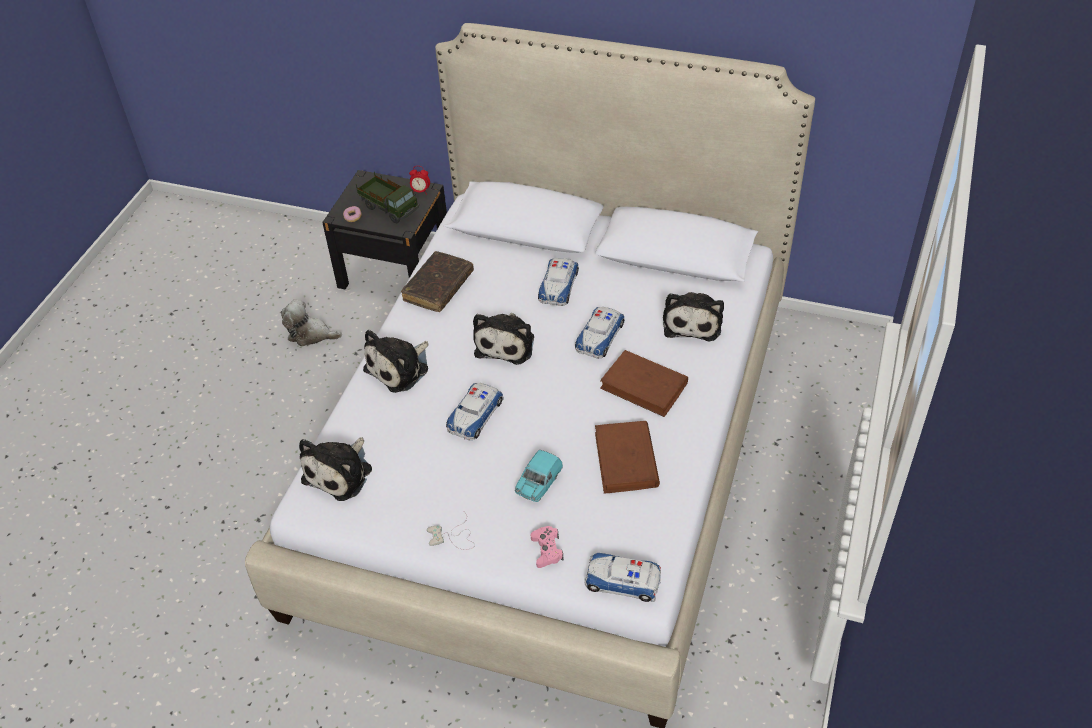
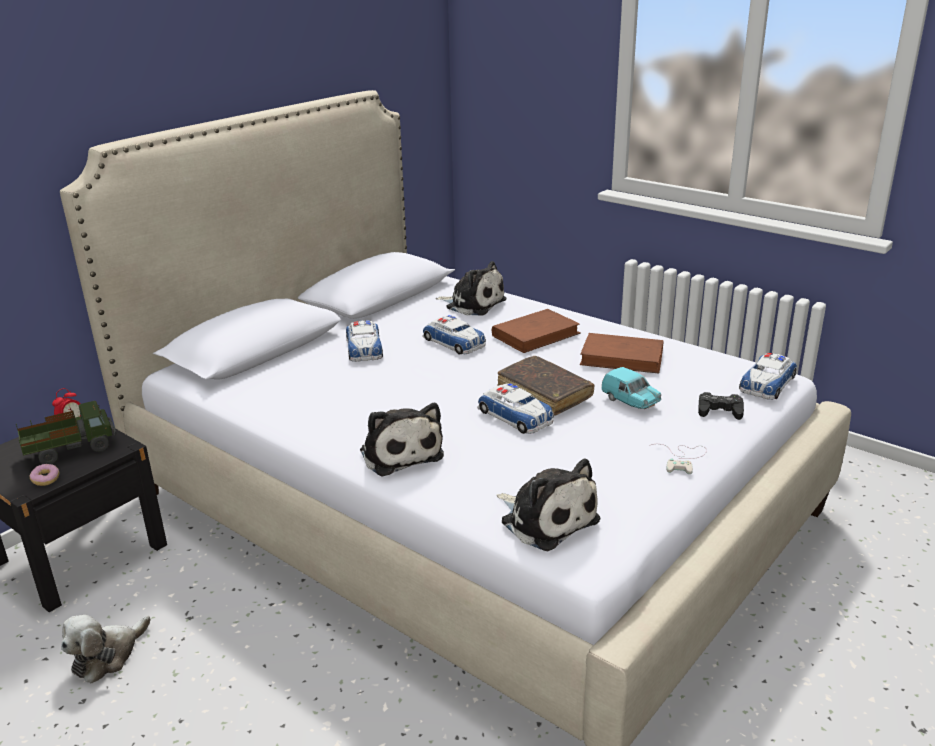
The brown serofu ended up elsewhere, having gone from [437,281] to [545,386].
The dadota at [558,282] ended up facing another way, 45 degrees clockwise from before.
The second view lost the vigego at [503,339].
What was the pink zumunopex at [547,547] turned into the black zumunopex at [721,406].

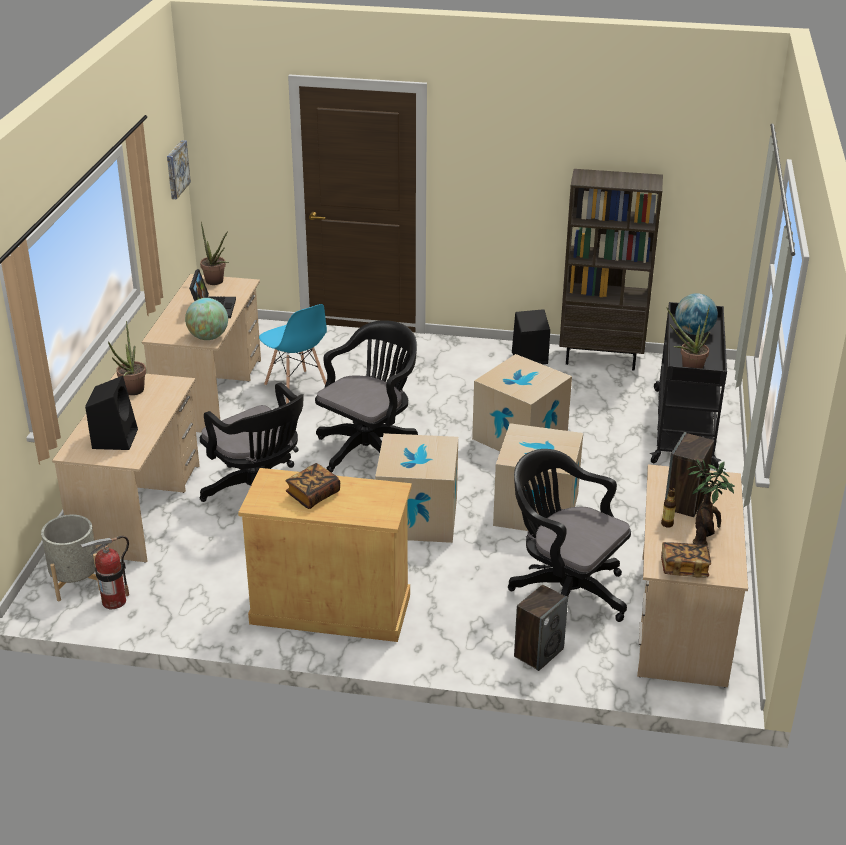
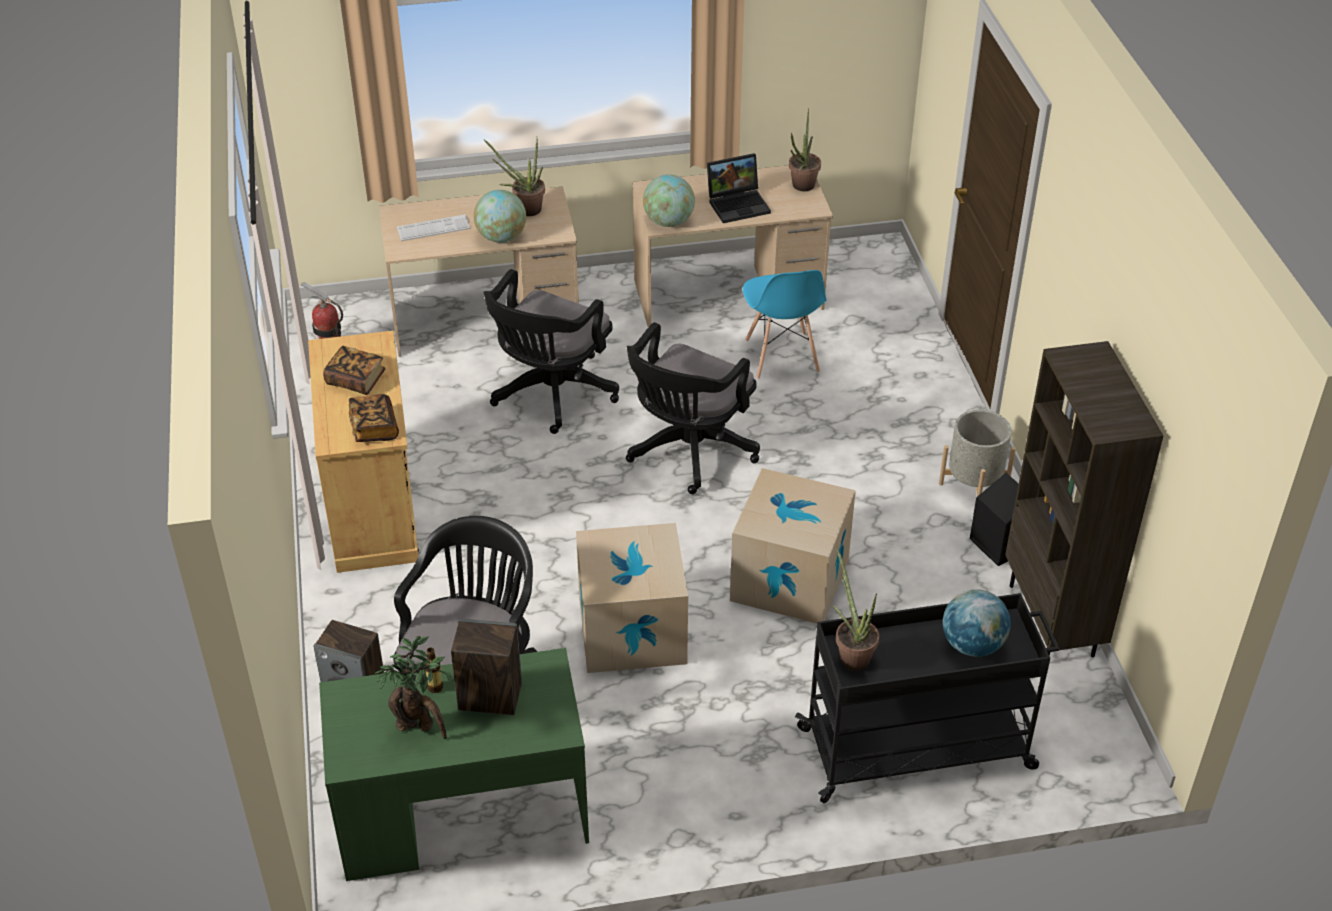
The second view lost the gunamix at [179,169].
The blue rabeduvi at [293,354] ended up facing another way, 45 degrees counterclockwise from before.
The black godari at [366,396] ended up facing another way, 105 degrees clockwise from before.
Where the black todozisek stood at [111,413], the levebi came to stand at [433,227].
The second view lost the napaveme at [416,488].
What was the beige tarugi at [692,575] turned into the green tarugi at [454,764].
The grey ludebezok ended up elsewhere, having gone from [70,558] to [977,453].
The serofu ended up elsewhere, having gone from [686,560] to [374,418].
The second view gained the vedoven at [500,216].

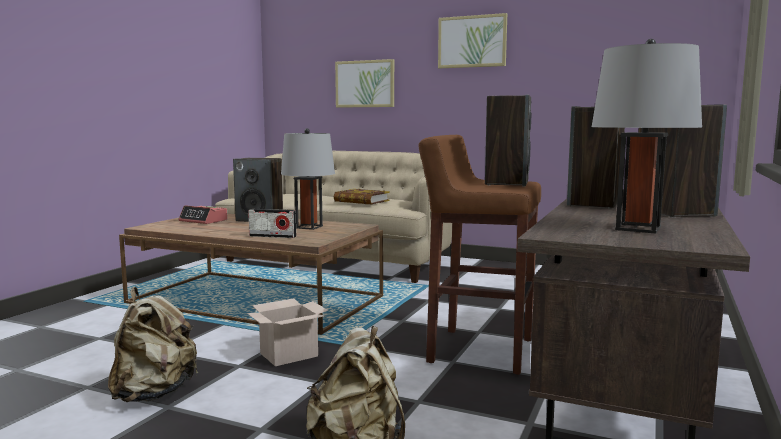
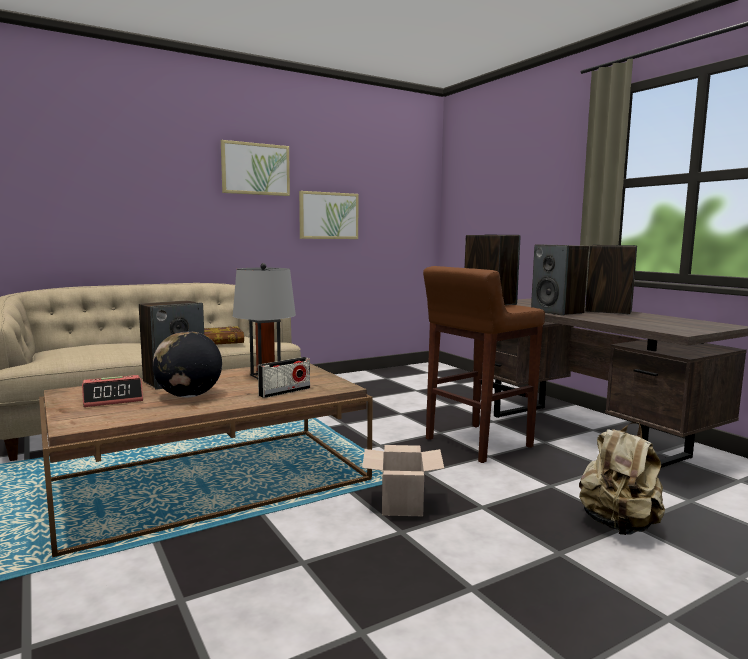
The second view lost the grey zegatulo at [646,136].
The gunamix ended up elsewhere, having gone from [364,83] to [328,215].
The second view lost the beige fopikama at [153,344].
The second view gained the vedoven at [187,364].

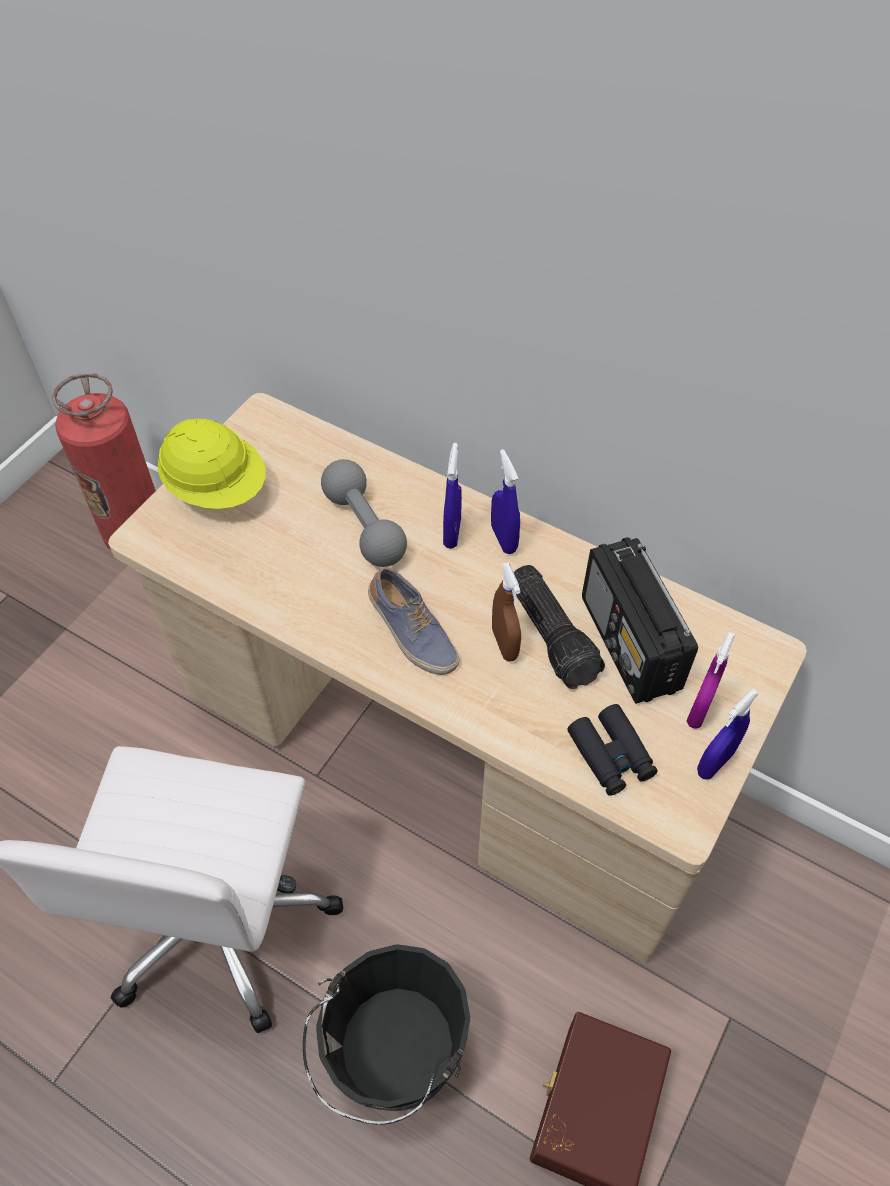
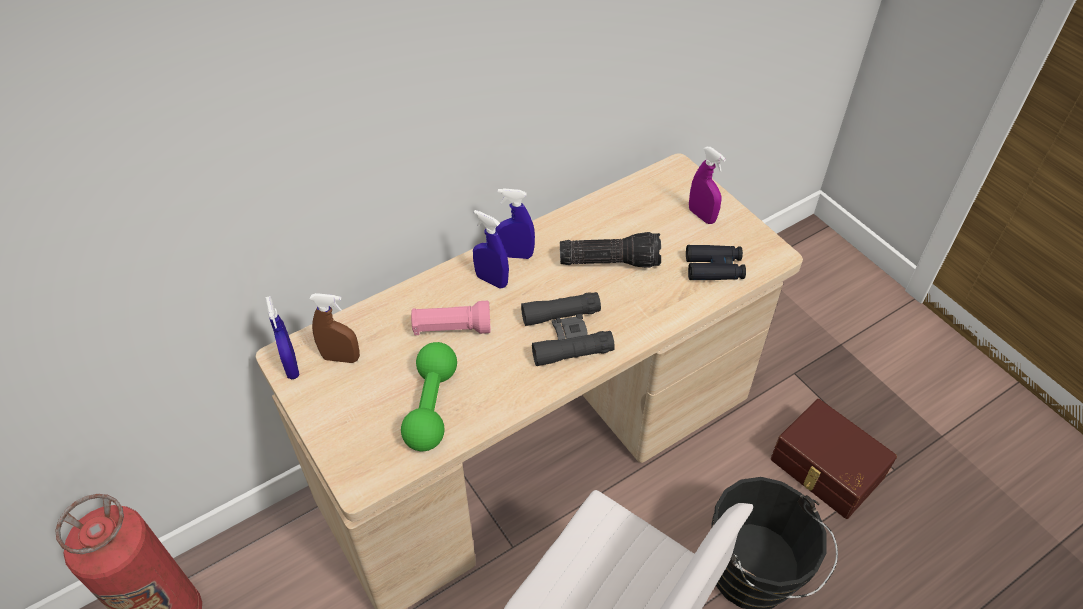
The second view lost the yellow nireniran at [211,464].
Where the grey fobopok stood at [364,513], the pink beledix came to stand at [451,318].
The second view lost the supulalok at [640,620].
The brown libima ended up elsewhere, having gone from [506,612] to [335,328].
Where the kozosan stood at [414,621], the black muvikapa came to stand at [568,329].
The blue libima ended up elsewhere, having gone from [728,734] to [282,337].
The second view gained the green fobopok at [429,396].

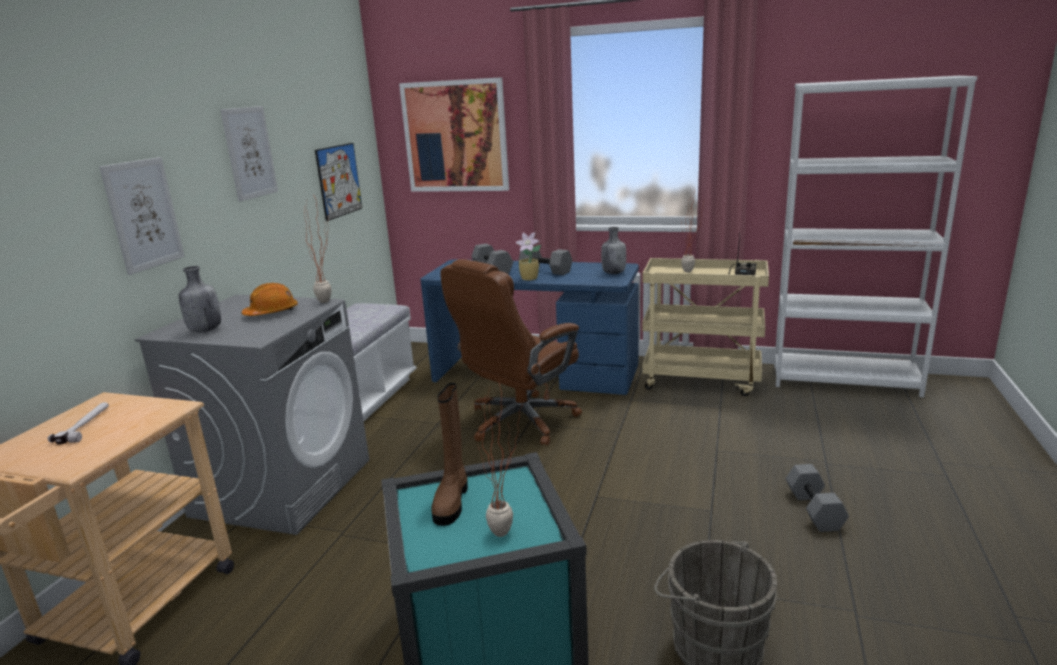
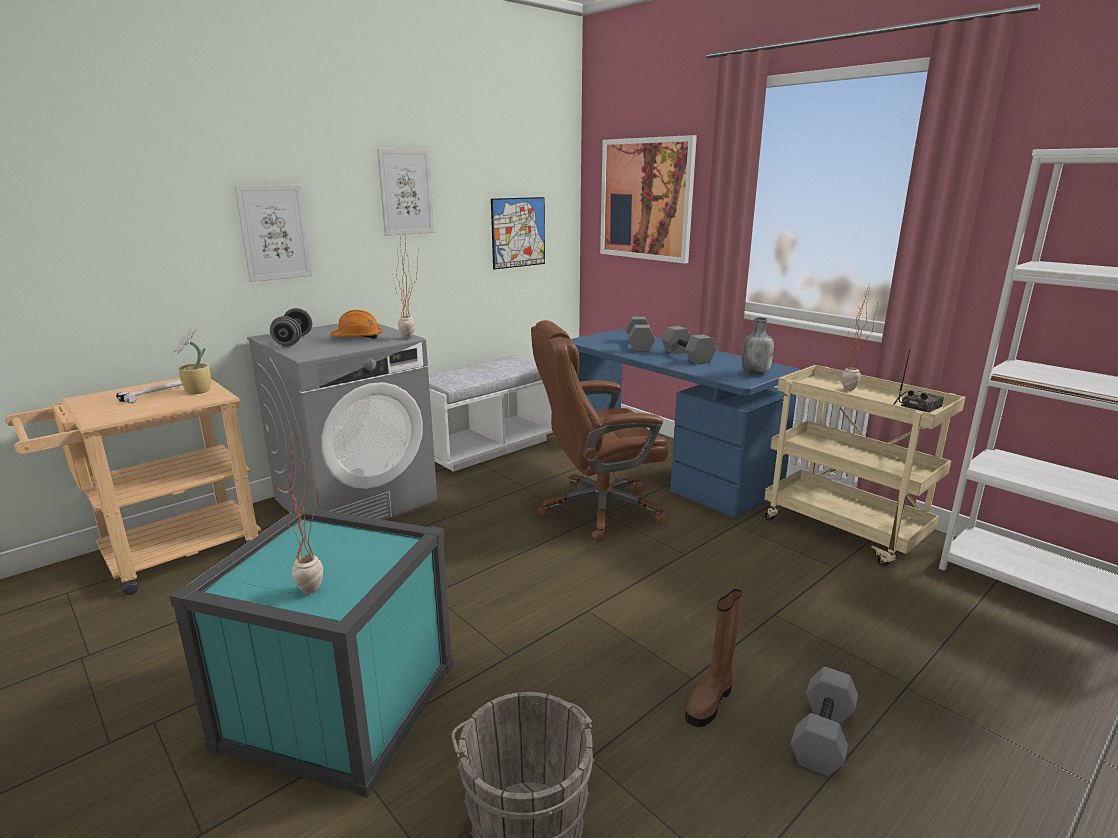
The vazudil ended up elsewhere, having gone from [528,256] to [192,360].
Where the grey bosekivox stood at [200,299], the grey fobopok came to stand at [291,327].
The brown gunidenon ended up elsewhere, having gone from [449,454] to [713,658].

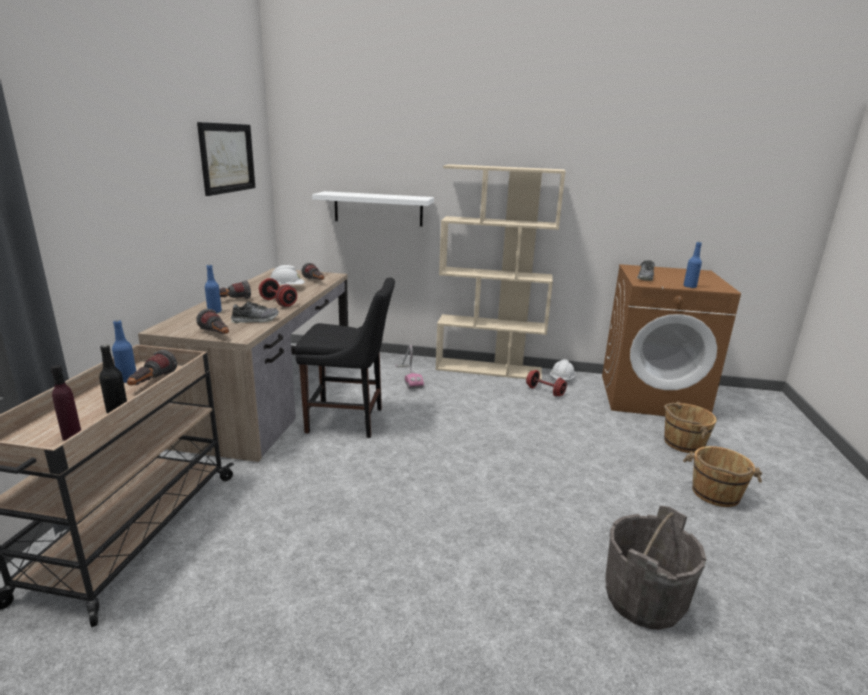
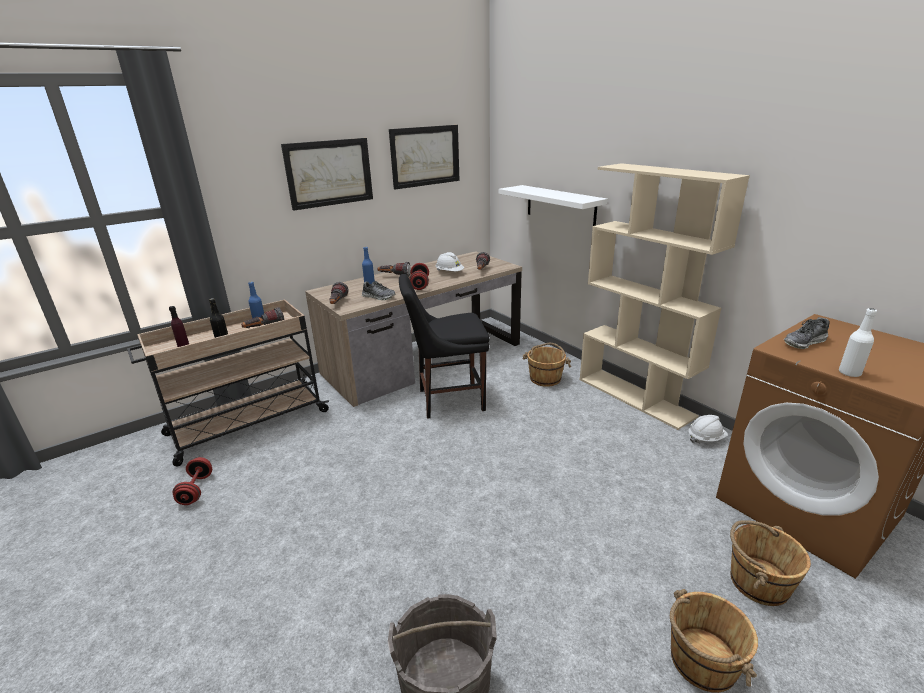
What was the blue bosekivox at [693,265] turned into the white bosekivox at [858,342].
The black rabeduvi at [345,357] ended up facing another way, 120 degrees clockwise from before.
Where the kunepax stood at [410,367], the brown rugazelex came to stand at [547,365].
The red fobopok ended up elsewhere, having gone from [546,383] to [192,481].
The second view gained the gunamix at [327,174].

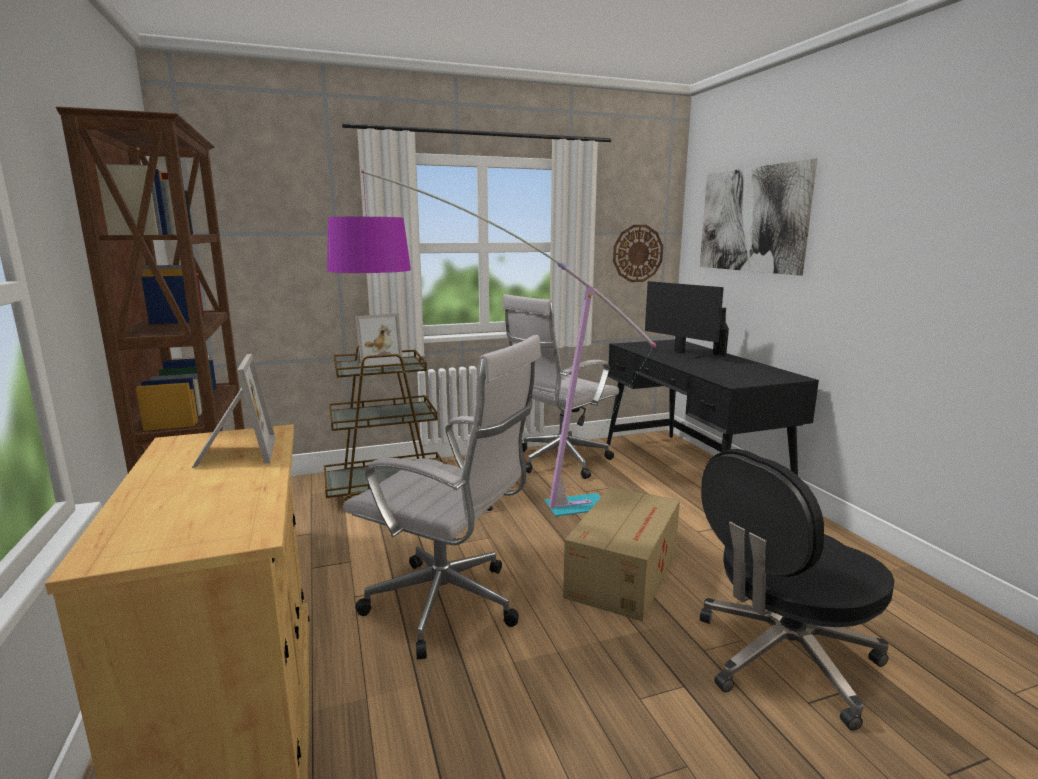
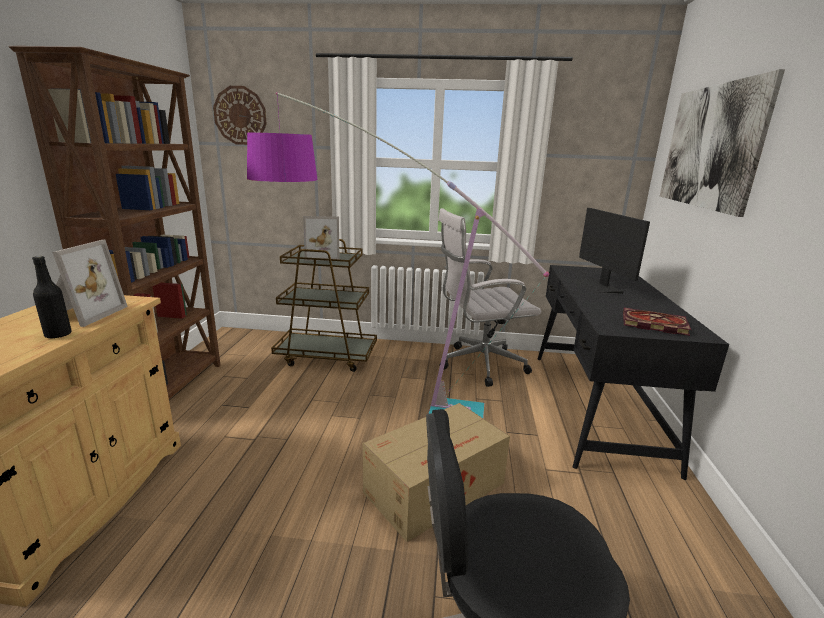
The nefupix ended up elsewhere, having gone from [638,253] to [240,115].
The black bosekivox ended up elsewhere, having gone from [721,331] to [52,297].
The second view lost the white godari at [442,497].
The second view gained the serofu at [657,322].

